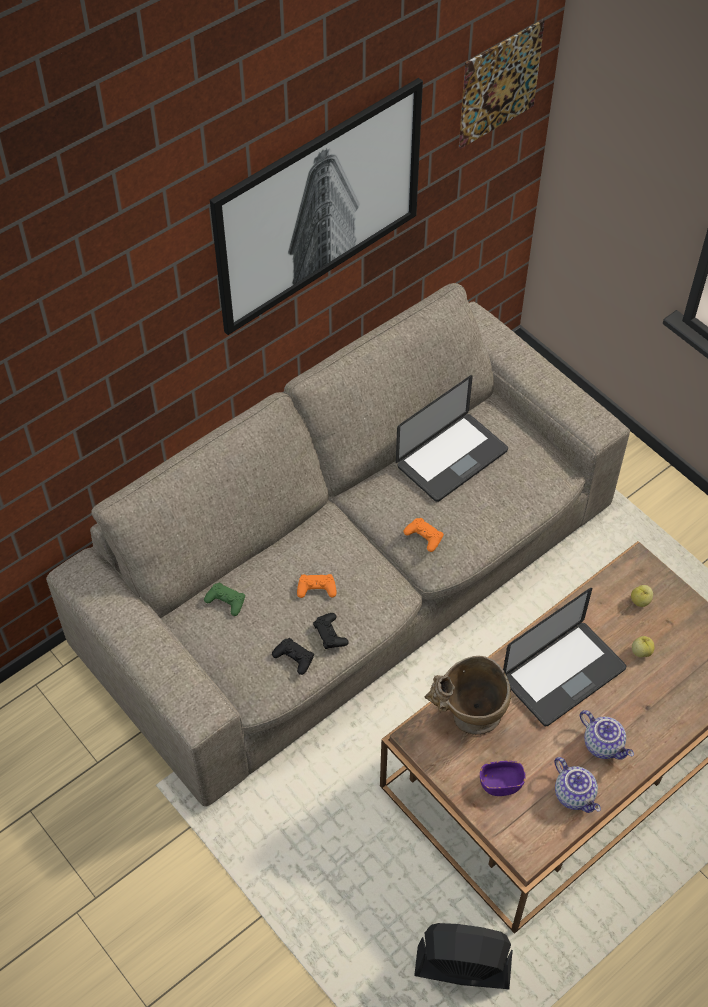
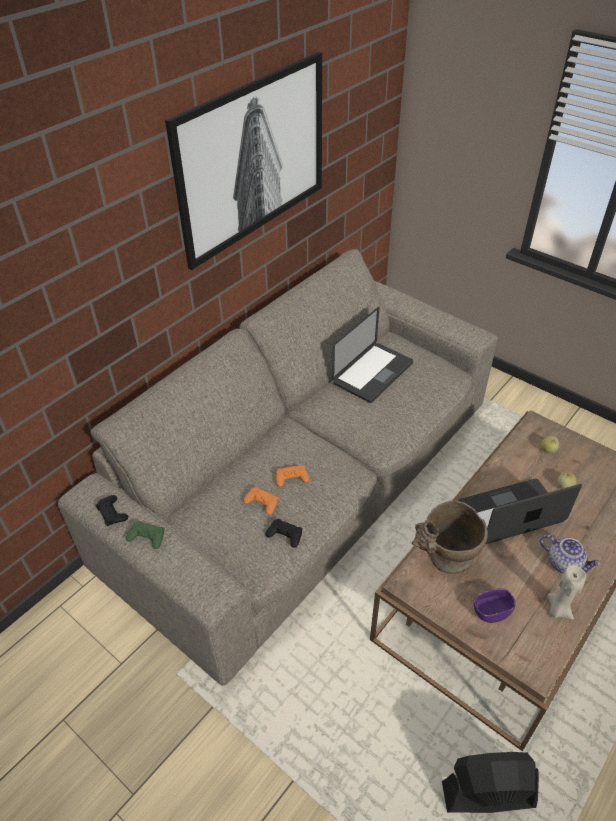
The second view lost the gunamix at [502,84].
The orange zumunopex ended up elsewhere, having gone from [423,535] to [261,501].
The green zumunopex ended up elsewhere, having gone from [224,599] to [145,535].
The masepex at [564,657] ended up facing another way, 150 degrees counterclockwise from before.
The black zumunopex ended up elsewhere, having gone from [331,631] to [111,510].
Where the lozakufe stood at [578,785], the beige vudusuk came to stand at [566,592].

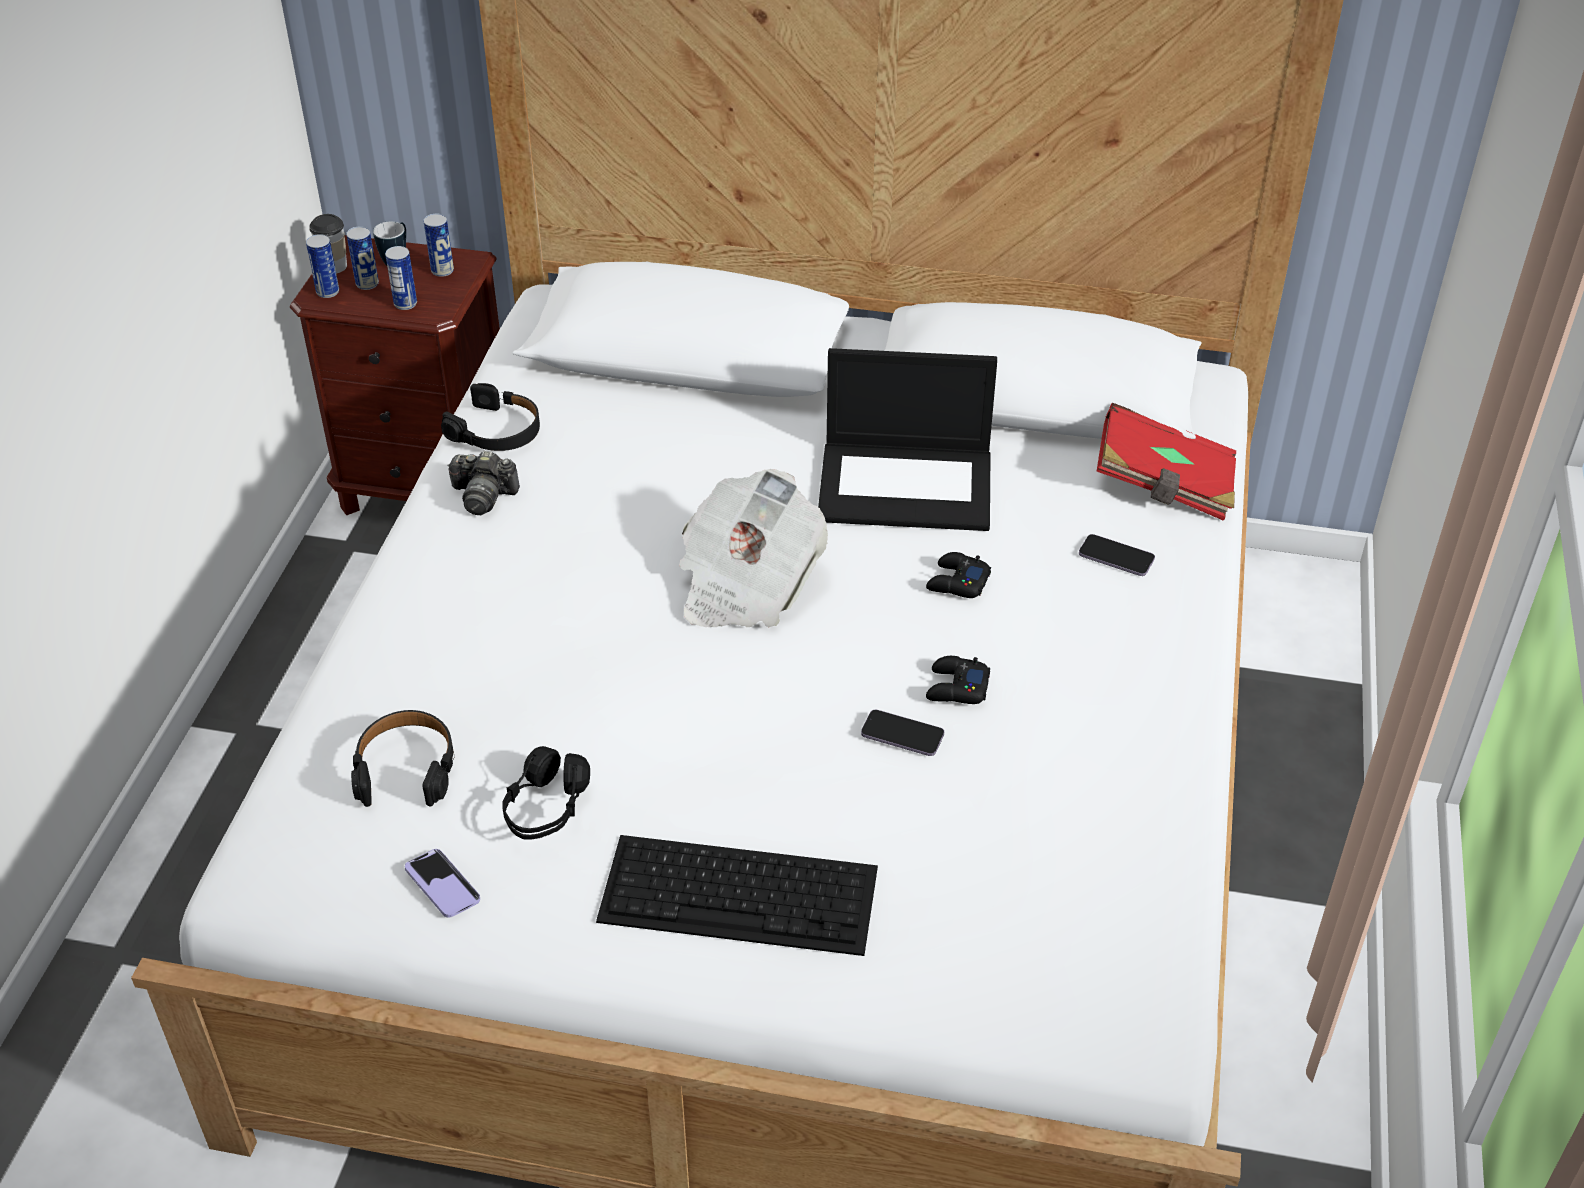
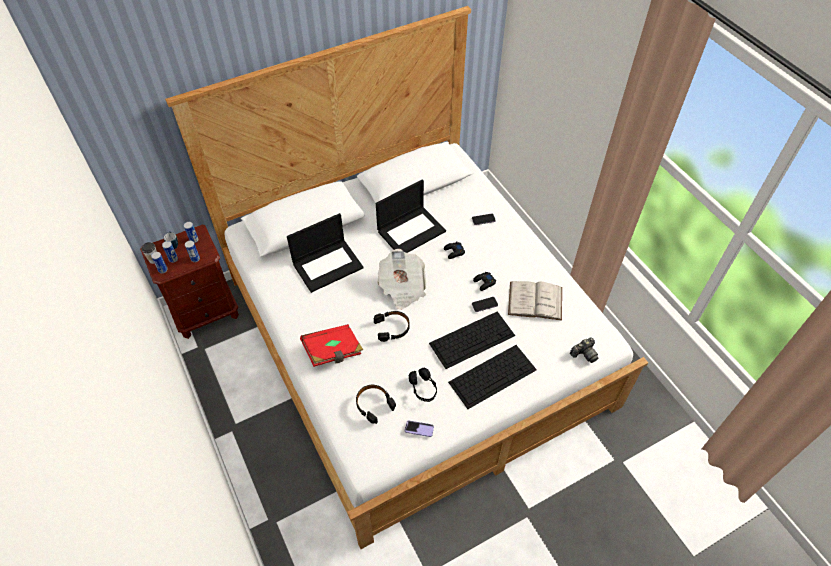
The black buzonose ended up elsewhere, having gone from [490,417] to [392,326].
The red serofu ended up elsewhere, having gone from [1166,462] to [331,345].
The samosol ended up elsewhere, having gone from [483,483] to [584,350].
The second view gained the masepex at [325,253].
The second view gained the white serofu at [535,301].
The second view gained the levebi at [472,340].

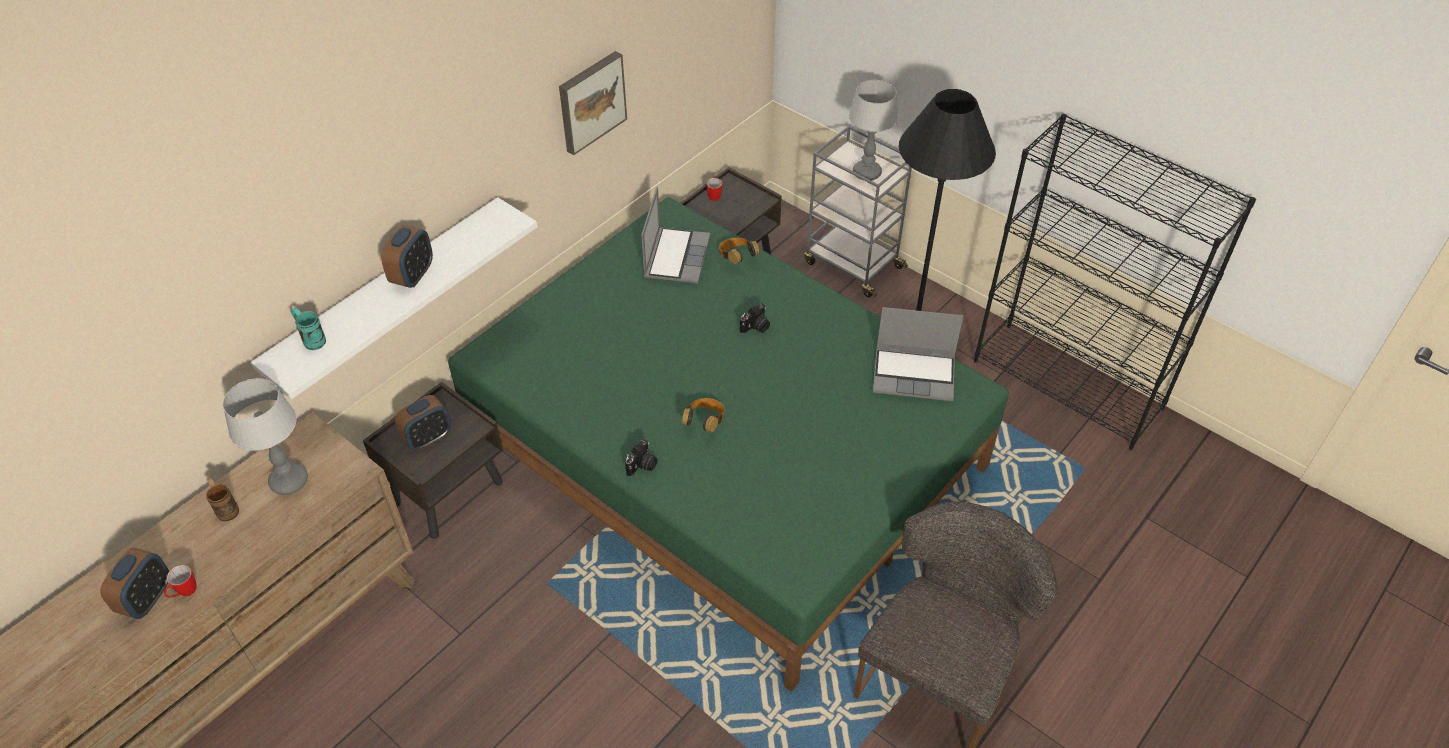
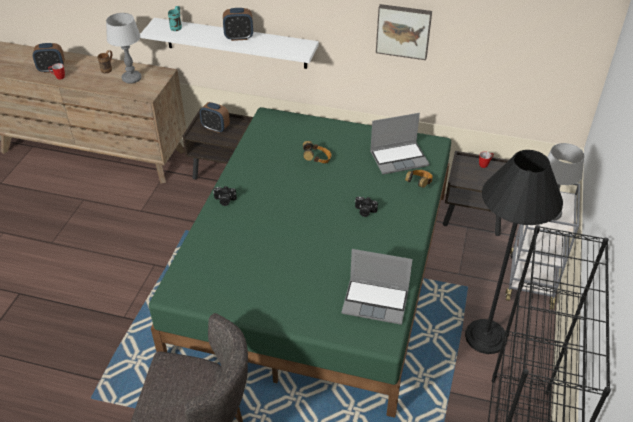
The masepex at [918,354] ended up facing another way, 60 degrees counterclockwise from before.
The buzonose ended up elsewhere, having gone from [703,415] to [317,152].

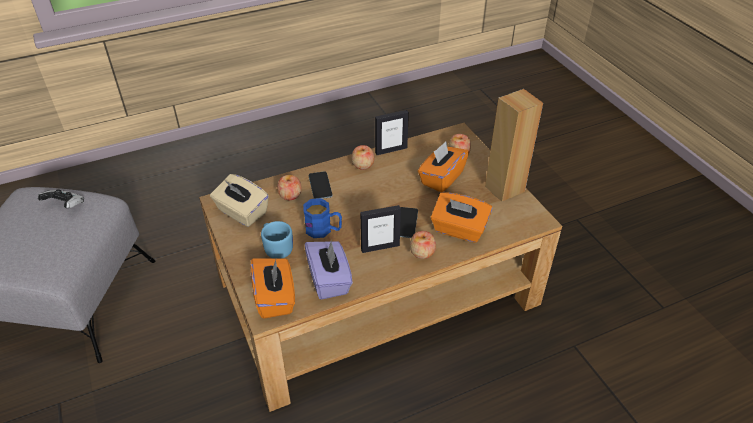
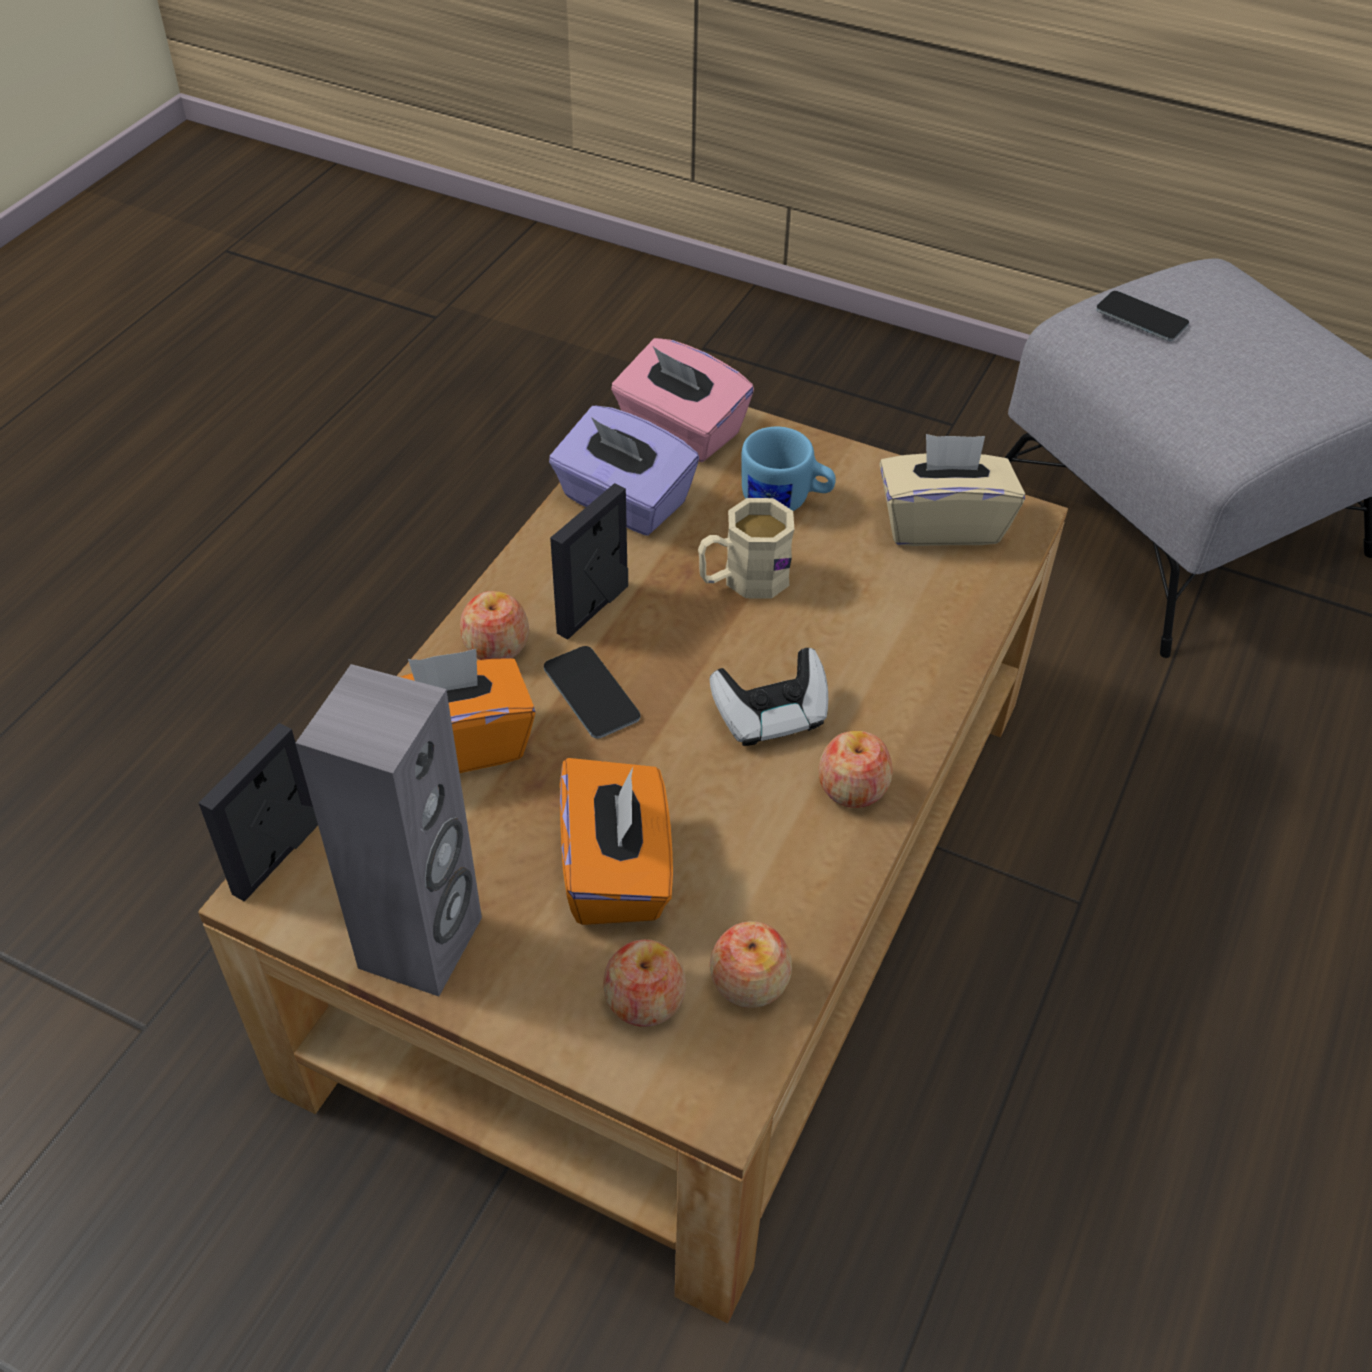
What was the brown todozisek at [514,145] turned into the grey todozisek at [388,830].
The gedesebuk ended up elsewhere, having gone from [392,132] to [258,812].
The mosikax ended up elsewhere, having gone from [321,185] to [1142,316].
The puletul ended up elsewhere, having gone from [289,187] to [751,964].
The zumunopex ended up elsewhere, having gone from [61,198] to [768,697].
What was the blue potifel at [322,218] turned into the beige potifel at [746,548].
What was the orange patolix at [273,288] turned into the pink patolix at [682,400].

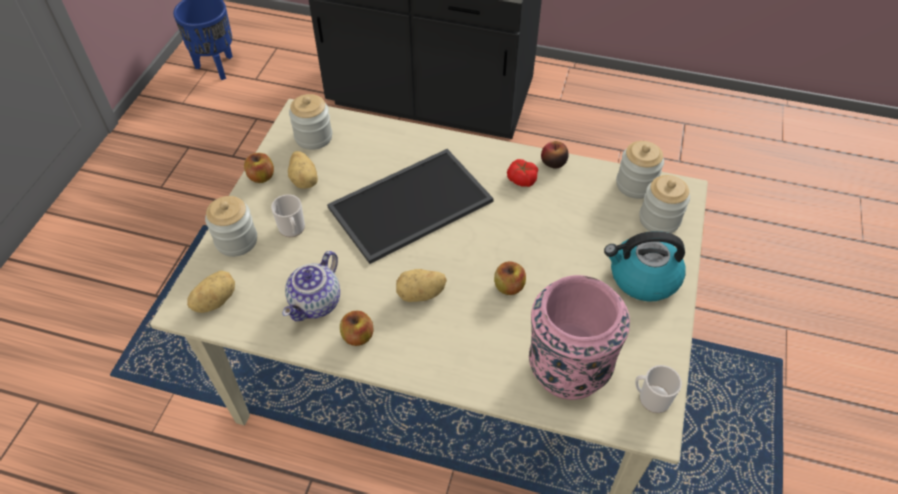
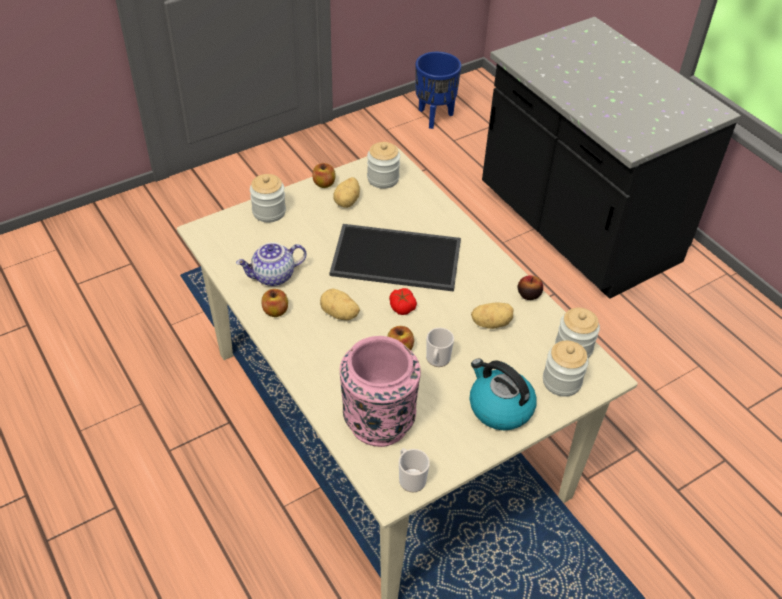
The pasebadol ended up elsewhere, having gone from [522,173] to [403,301].
The potifel ended up elsewhere, having gone from [288,215] to [440,347].
The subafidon ended up elsewhere, having gone from [211,292] to [492,316].

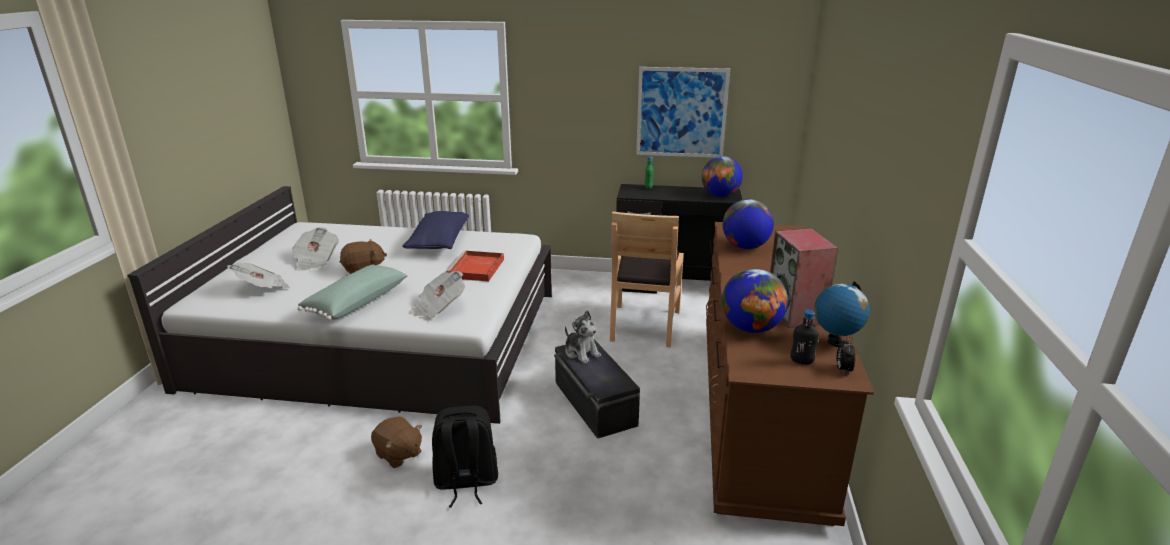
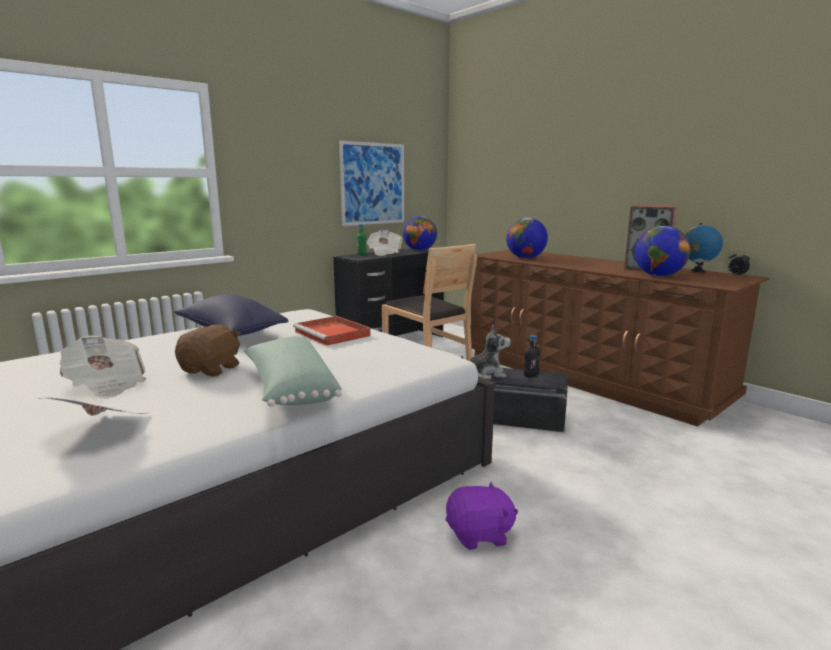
The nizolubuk ended up elsewhere, having gone from [437,294] to [384,243].
The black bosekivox ended up elsewhere, having gone from [804,337] to [532,356].
The second view lost the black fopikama at [465,456].
What was the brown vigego at [396,442] turned into the purple vigego at [482,515].

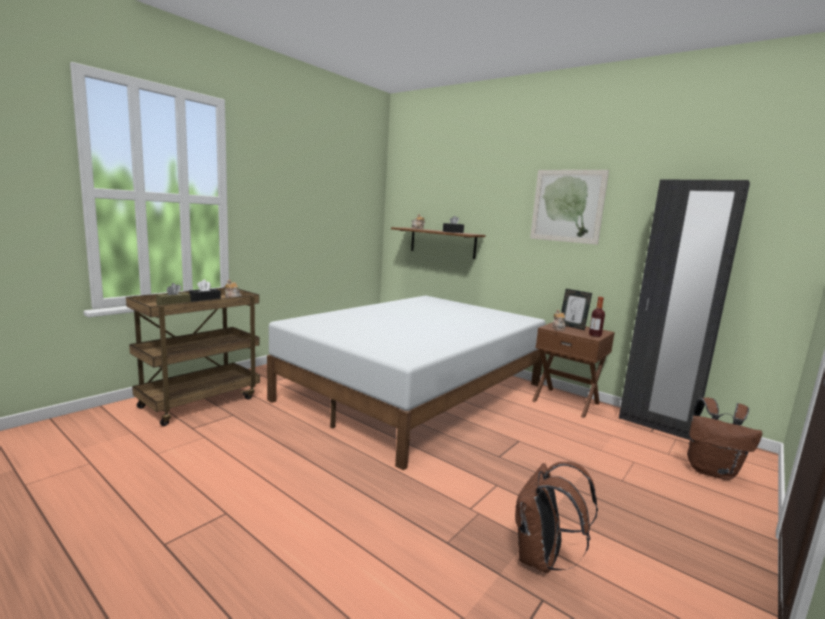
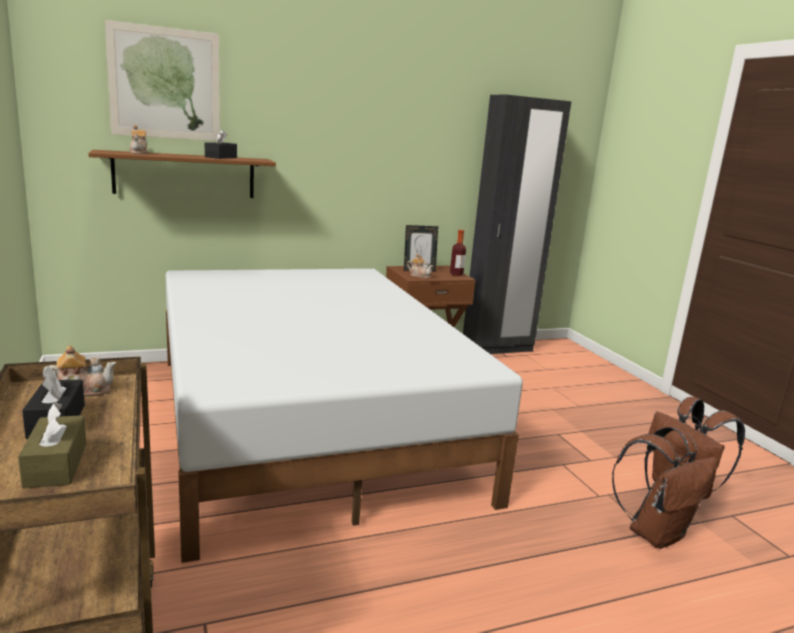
The gunamix ended up elsewhere, having gone from [569,207] to [162,80].
The brown fopikama ended up elsewhere, having gone from [724,438] to [664,487].

